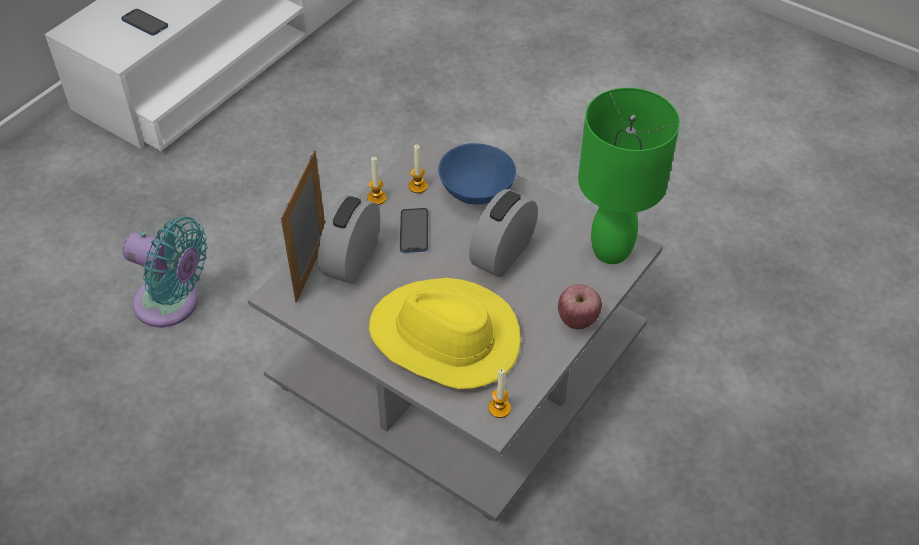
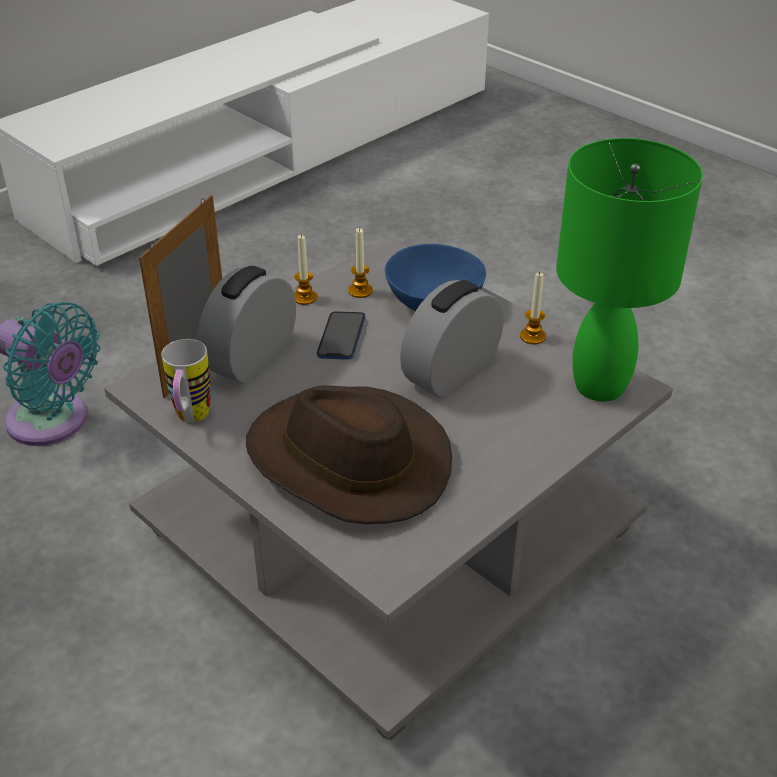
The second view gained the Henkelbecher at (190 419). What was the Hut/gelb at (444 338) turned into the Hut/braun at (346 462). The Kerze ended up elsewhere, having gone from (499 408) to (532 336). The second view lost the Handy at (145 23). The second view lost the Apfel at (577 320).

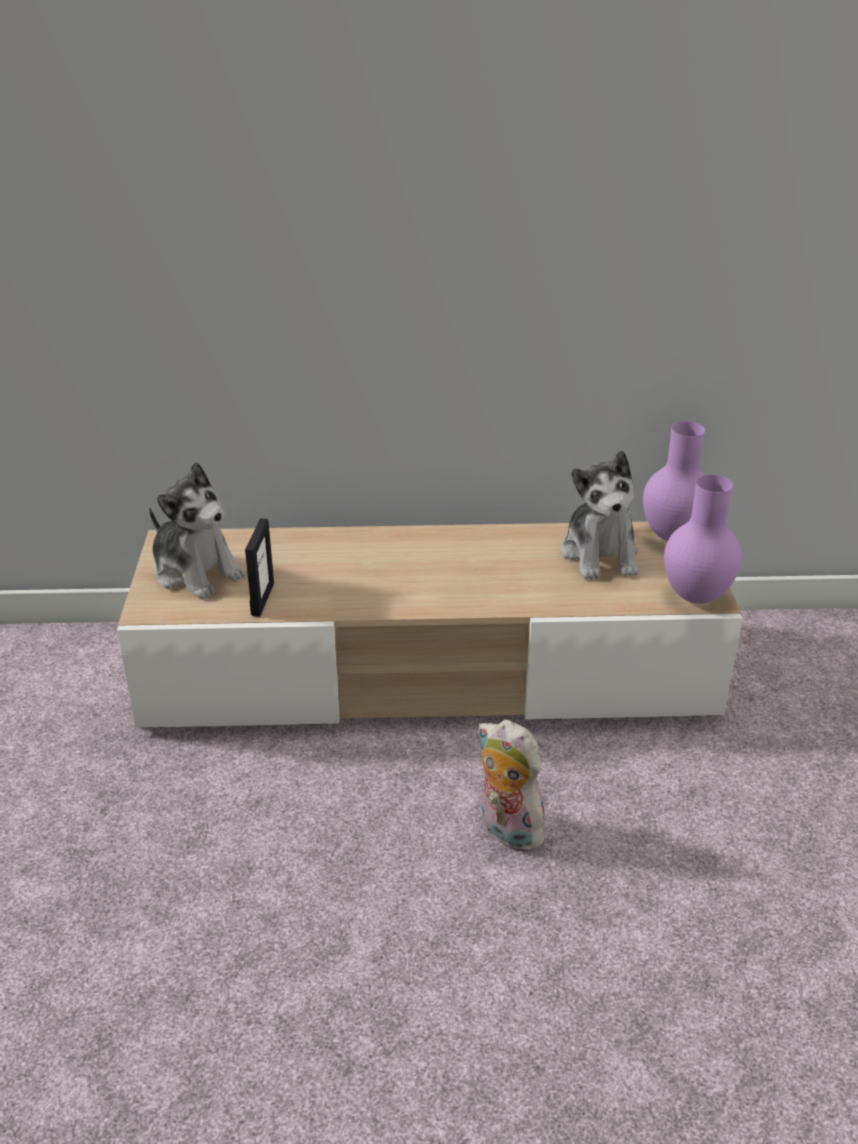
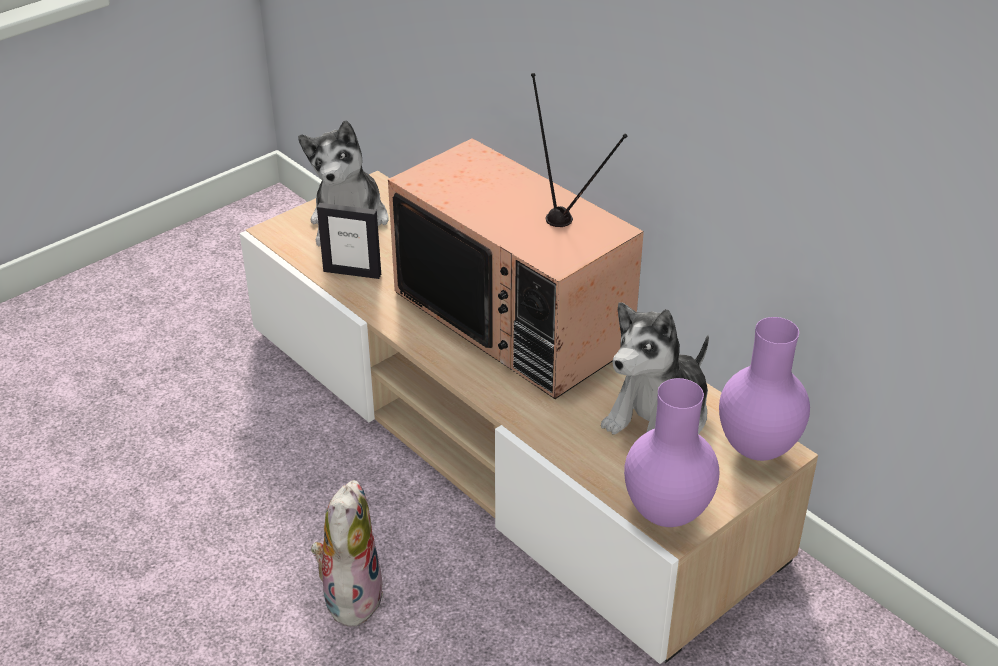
The Bilderrahmen at (262 599) ended up facing another way, 45 degrees clockwise from before. The second view gained the Fernseher at (517 318).

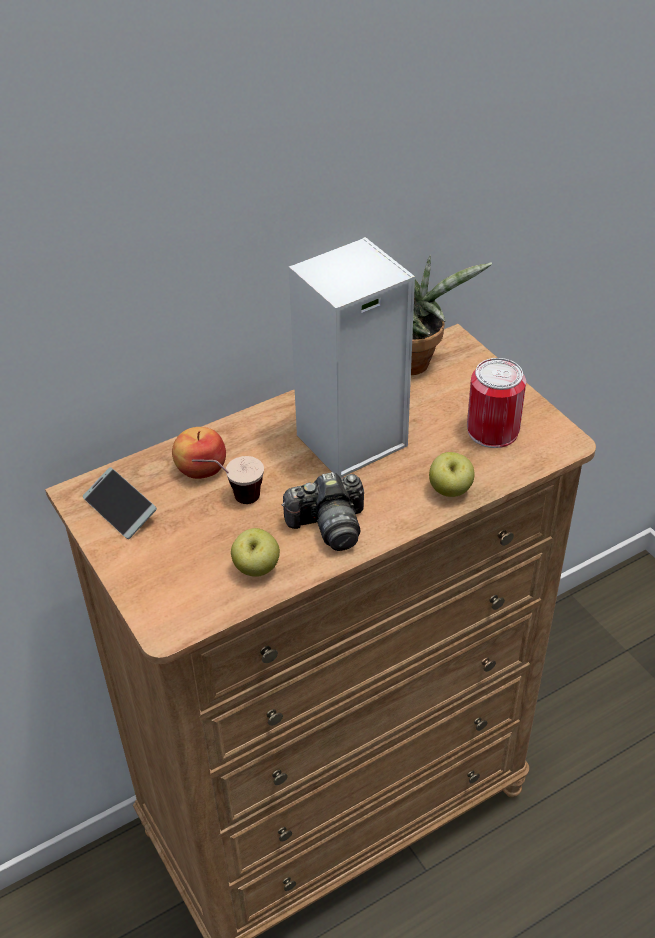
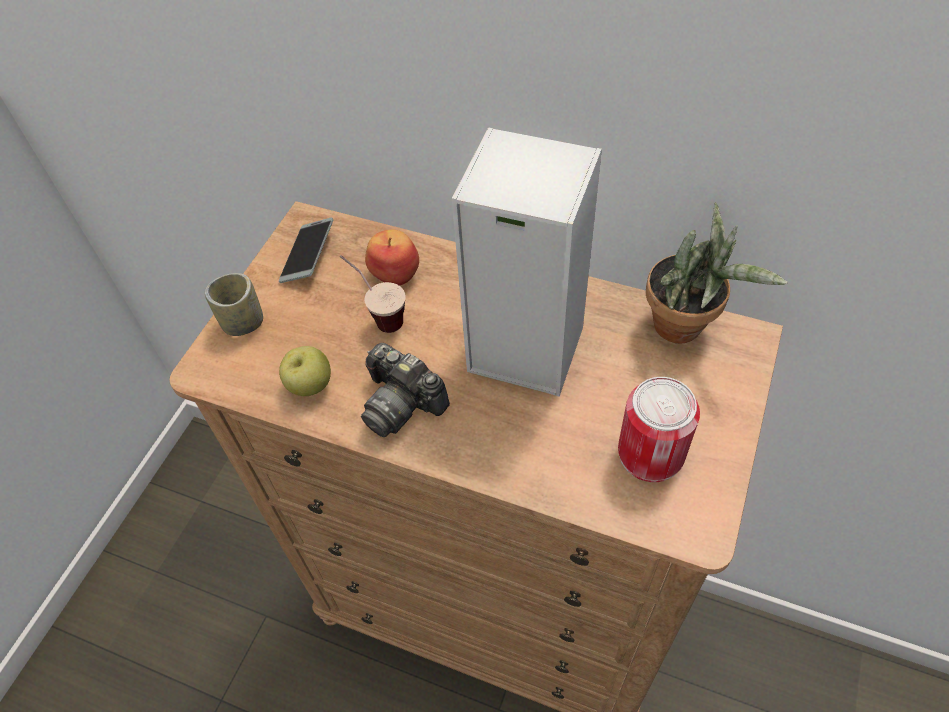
The second view gained the Tasse at (243 323). The second view lost the Apfel at (450 490).

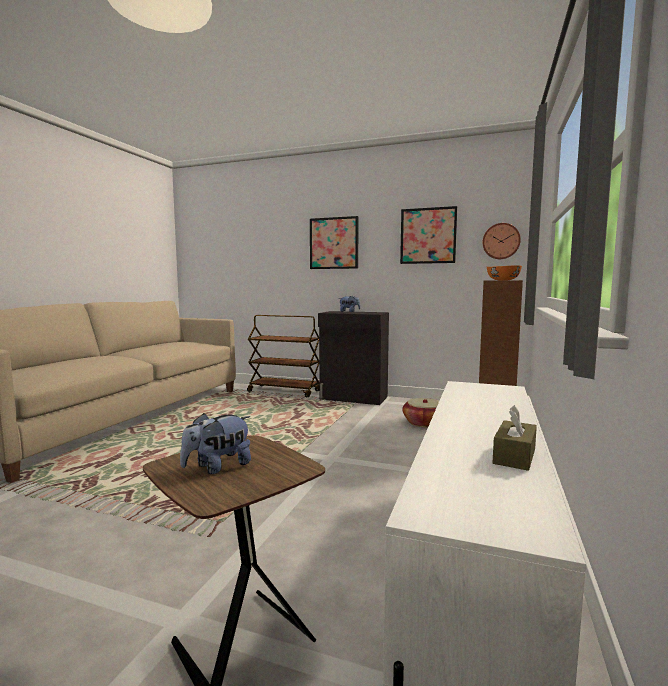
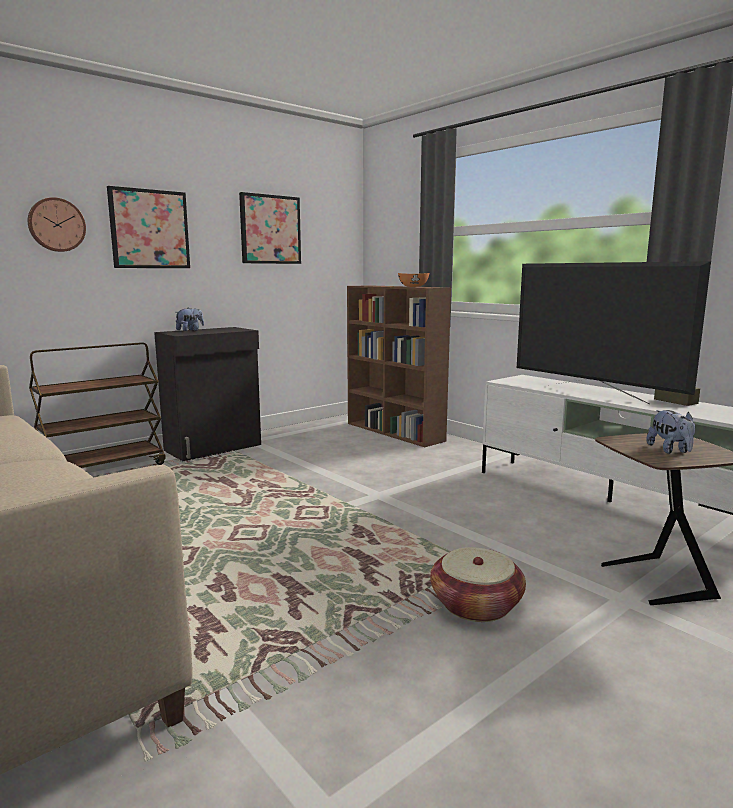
The Wanduhr ended up elsewhere, having gone from (501 241) to (56 225). The Korb ended up elsewhere, having gone from (424 423) to (476 605). The second view gained the Fernseher at (594 394).

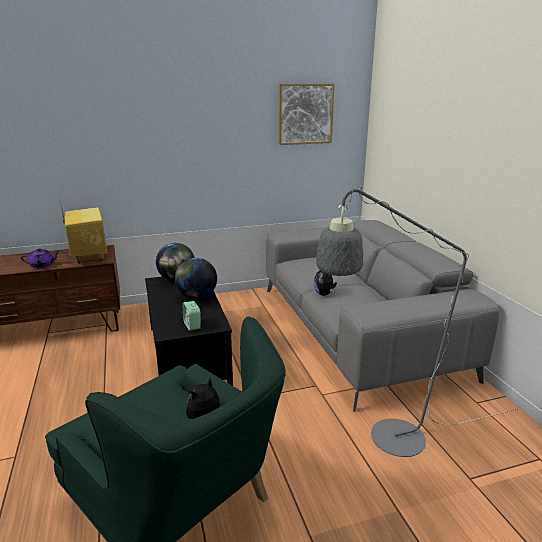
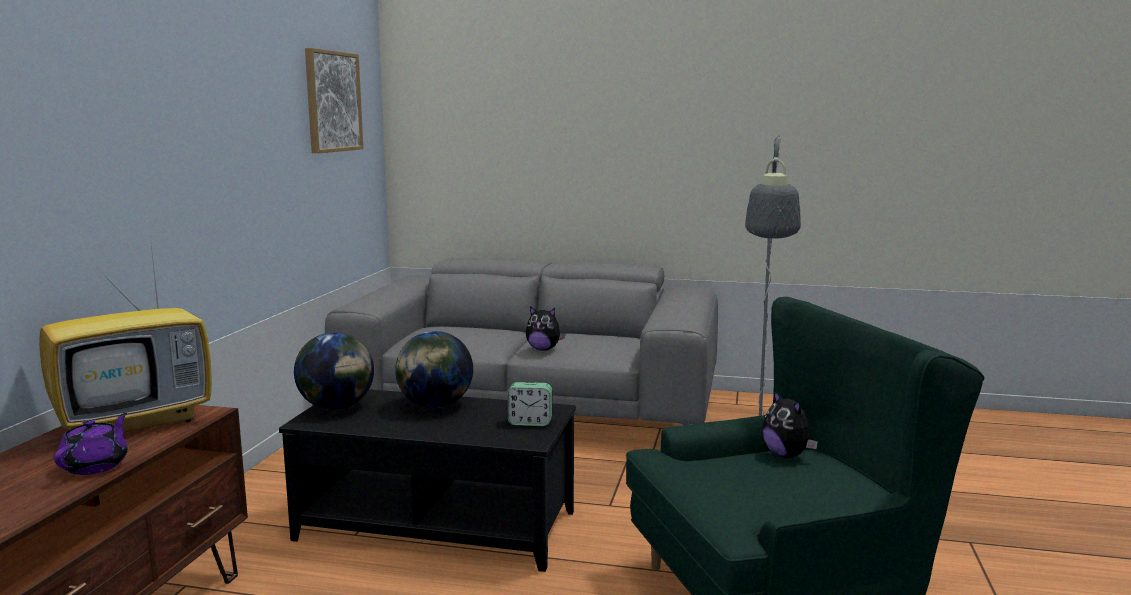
The Fernseher at (88 255) ended up facing another way, 135 degrees clockwise from before.

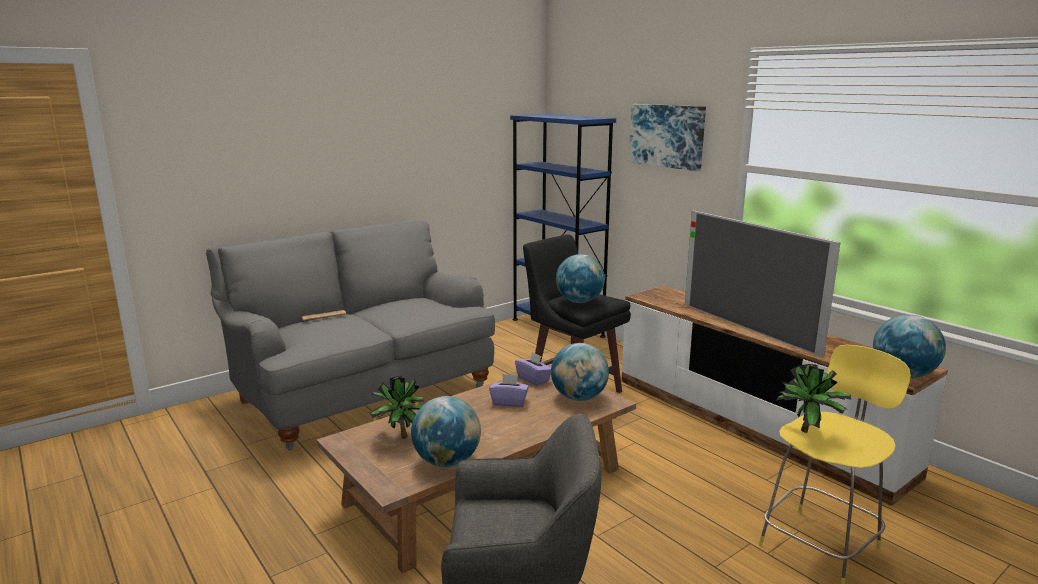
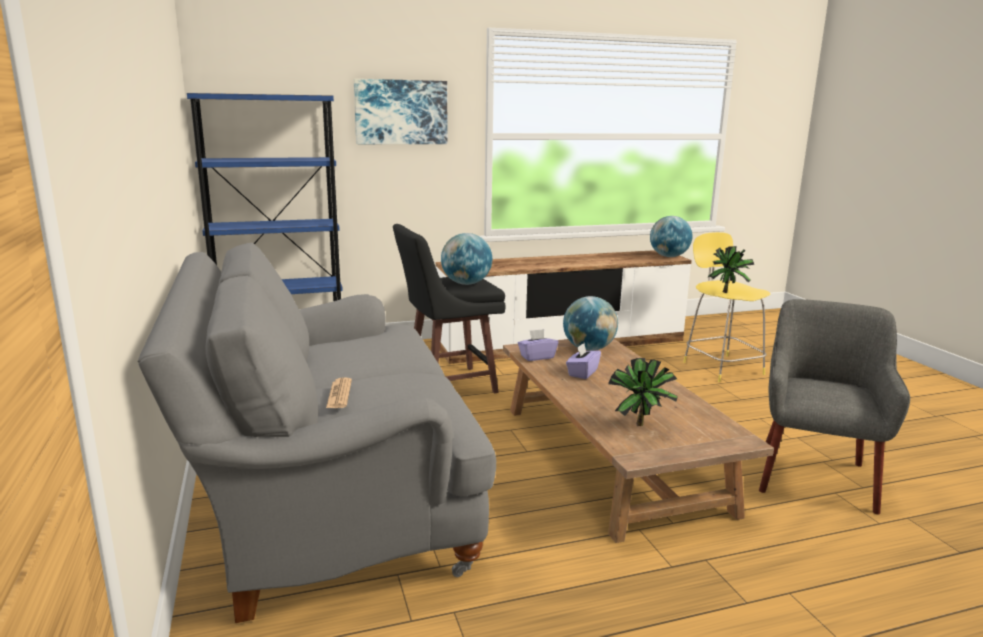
The second view lost the Globus at (447 461). The second view lost the Fernseher at (746 328).

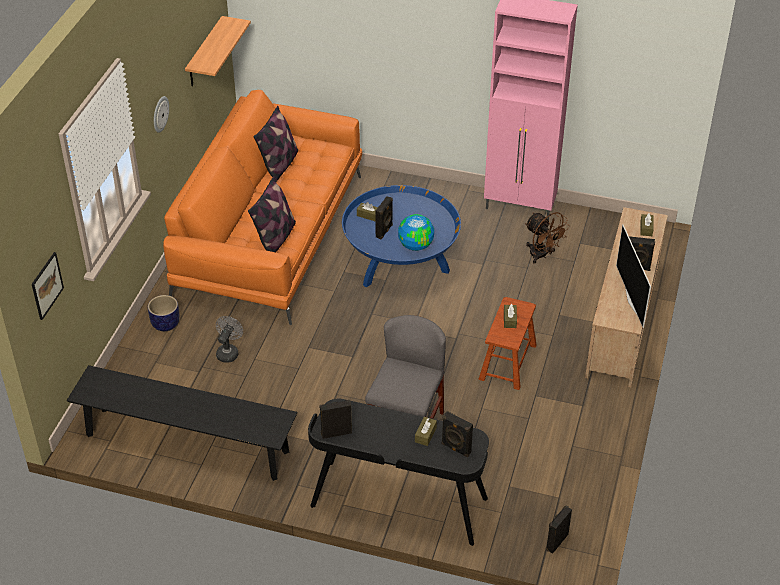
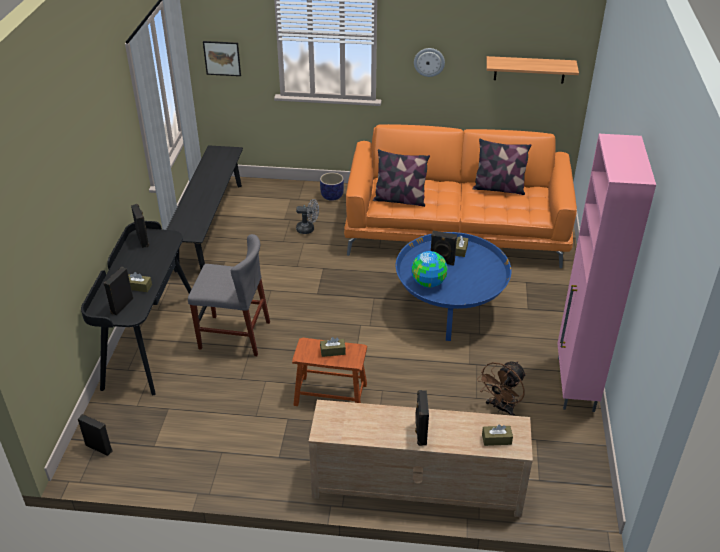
The second view lost the Fernseher at (632 301).

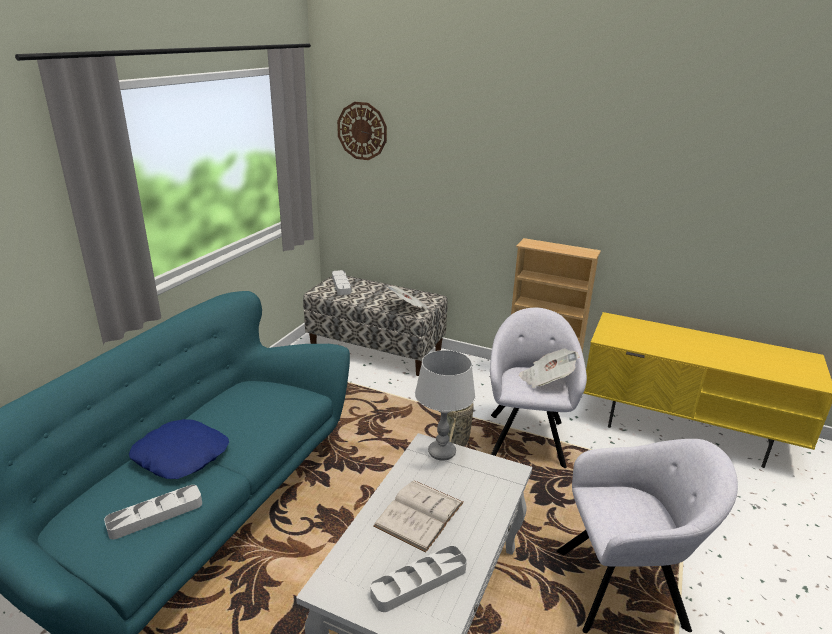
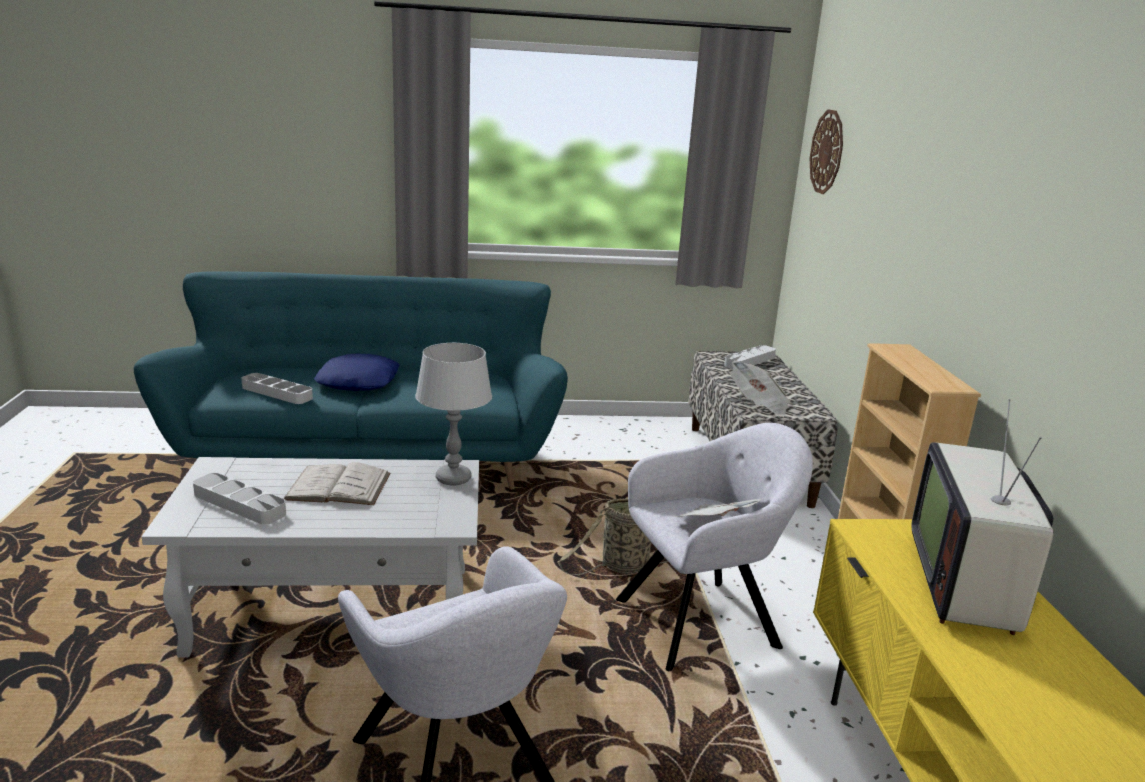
The second view gained the Fernseher at (969 584).

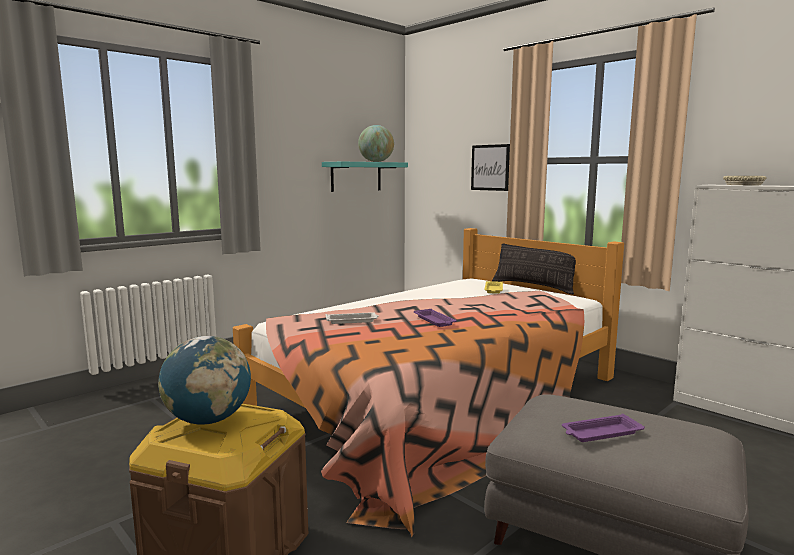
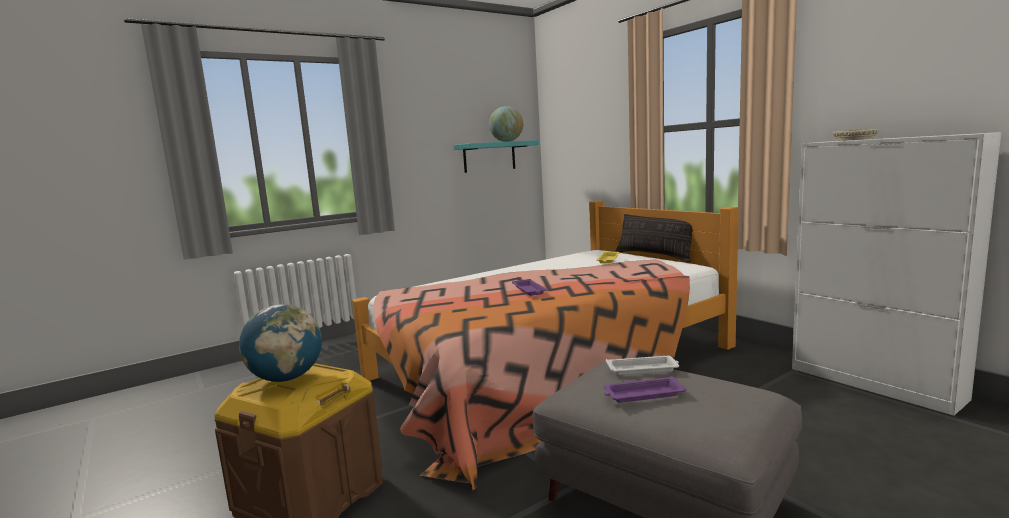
The Tablett/weiß ended up elsewhere, having gone from (352 321) to (643 369). The second view lost the Bild at (490 167).

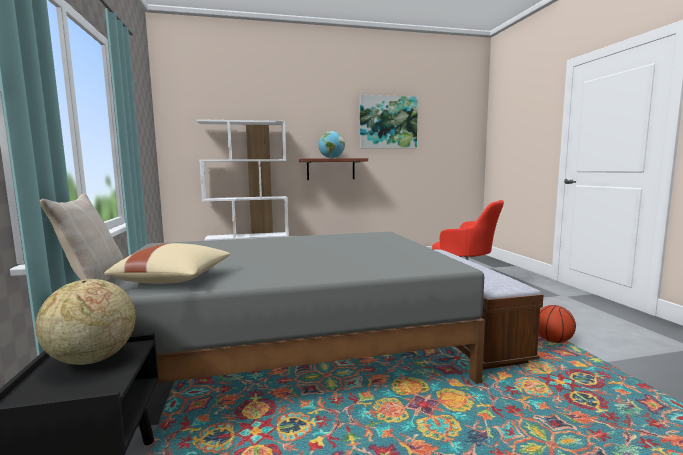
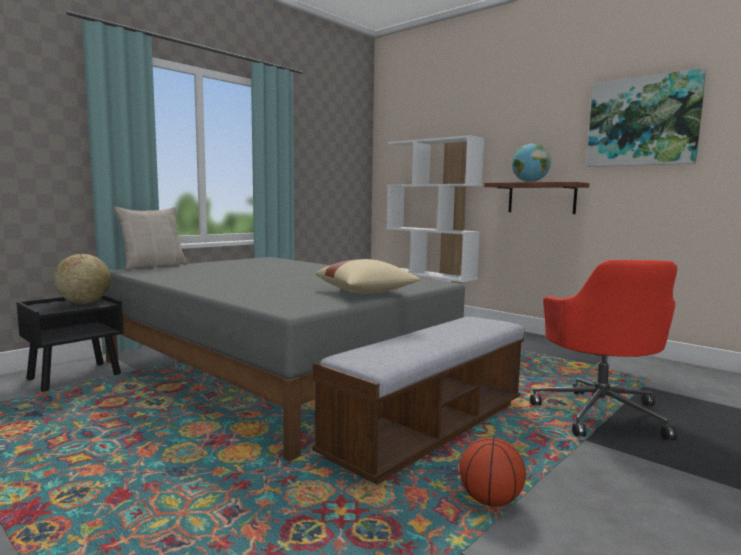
The Kissen/beige ended up elsewhere, having gone from (175 280) to (366 292).

